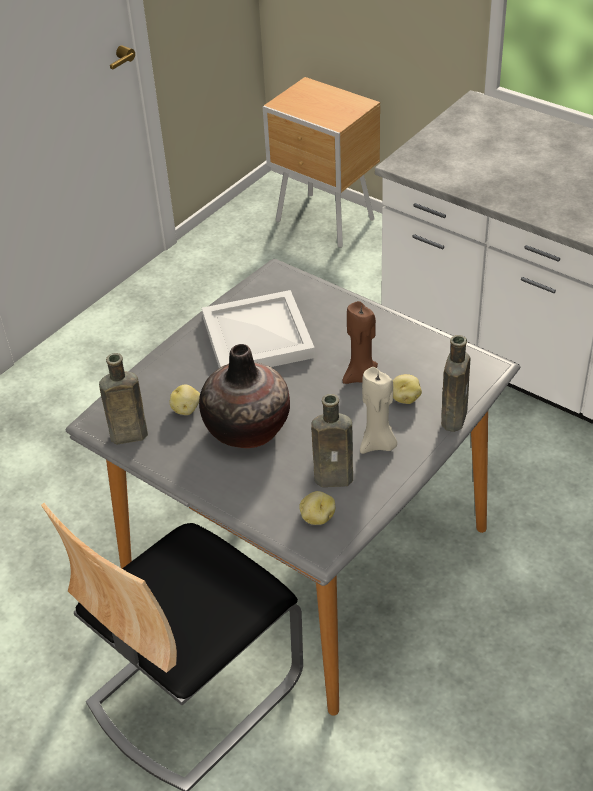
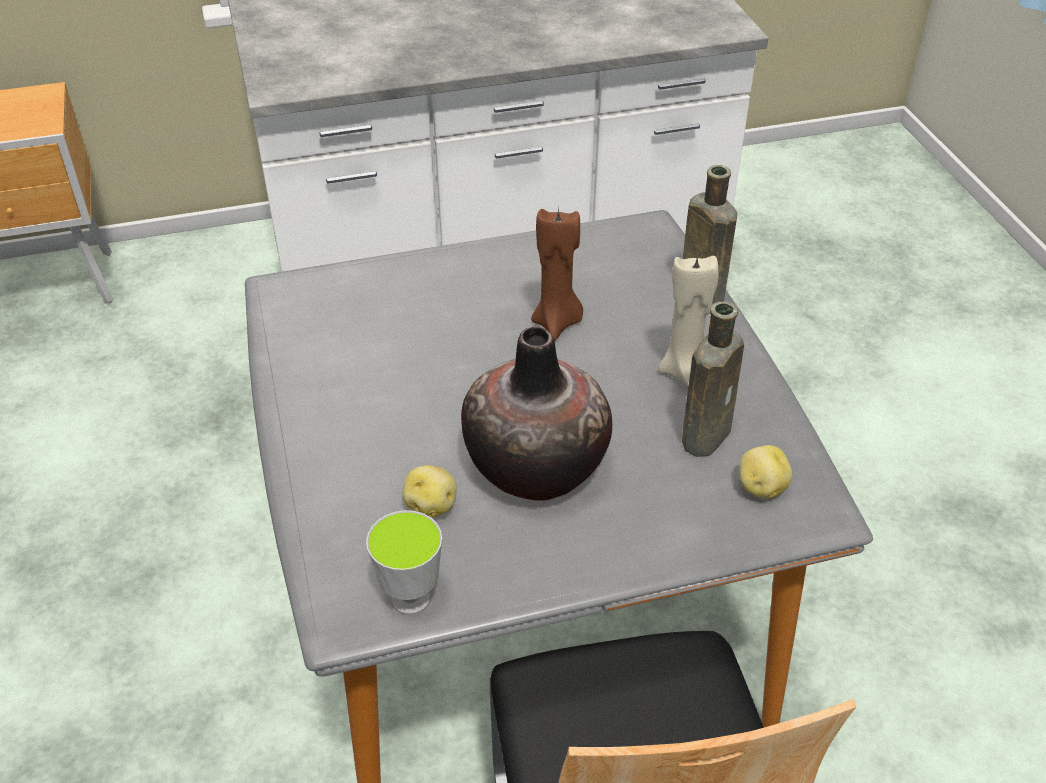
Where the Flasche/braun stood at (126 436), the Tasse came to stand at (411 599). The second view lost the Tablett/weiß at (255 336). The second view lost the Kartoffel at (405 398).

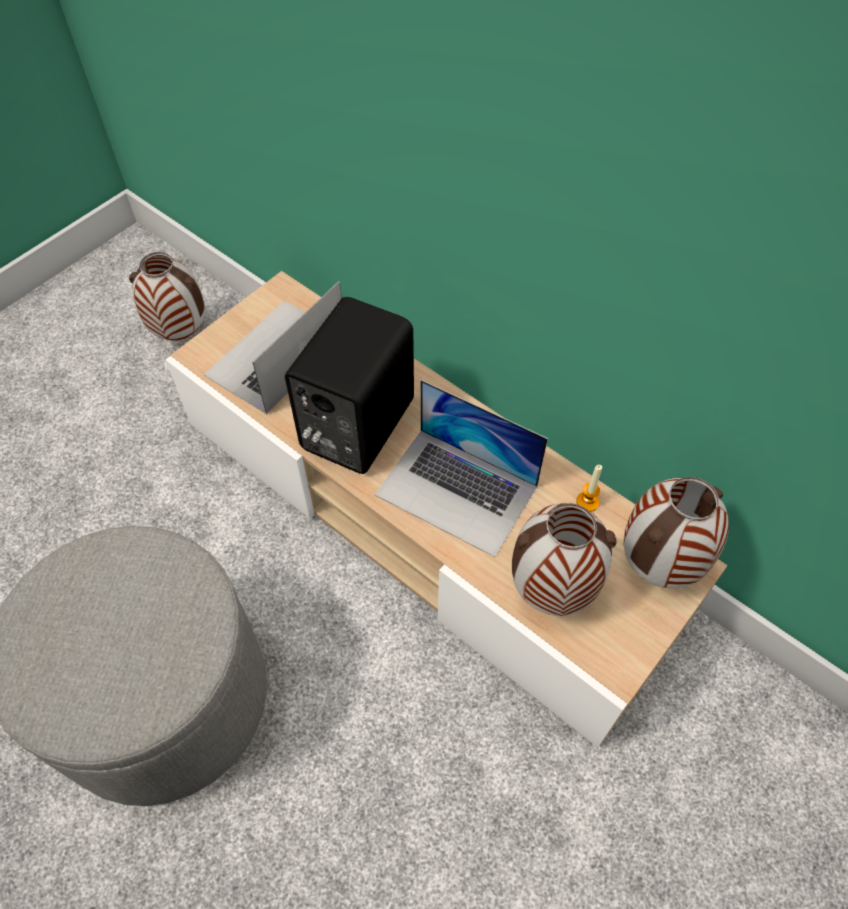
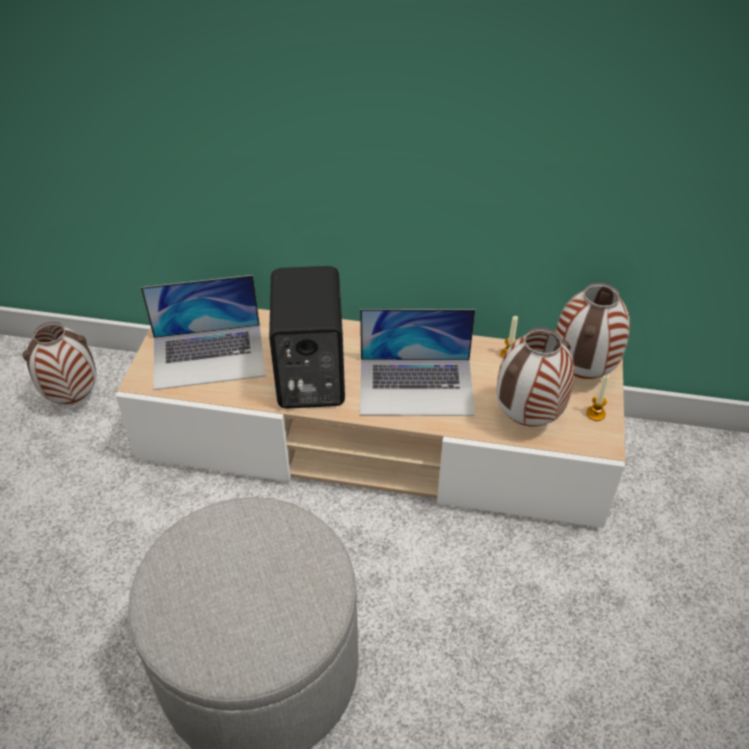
The Laptop at (276 356) ended up facing another way, 105 degrees counterclockwise from before. The second view gained the Kerze at (595 414).

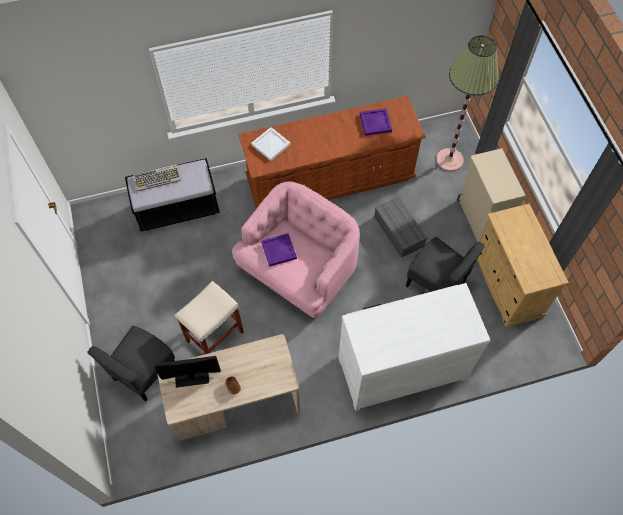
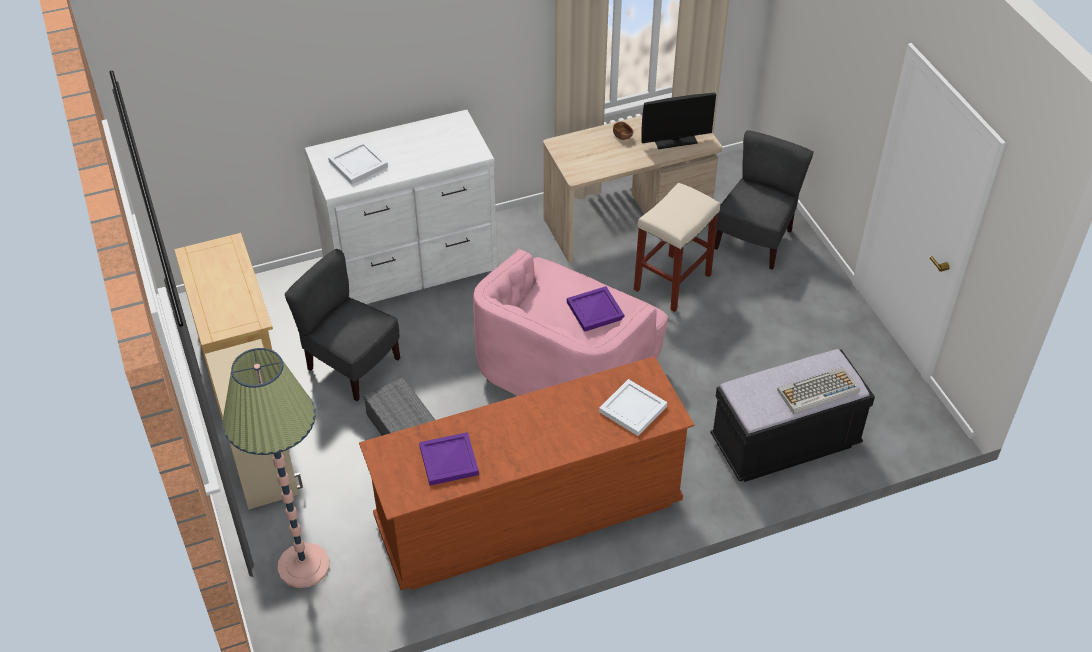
The second view gained the Tablett/weiß at (359 164).

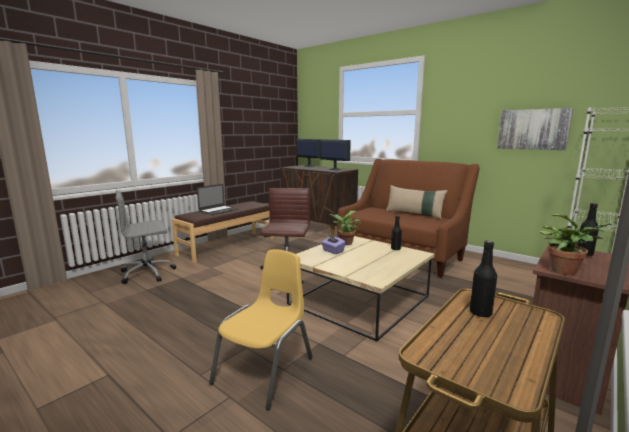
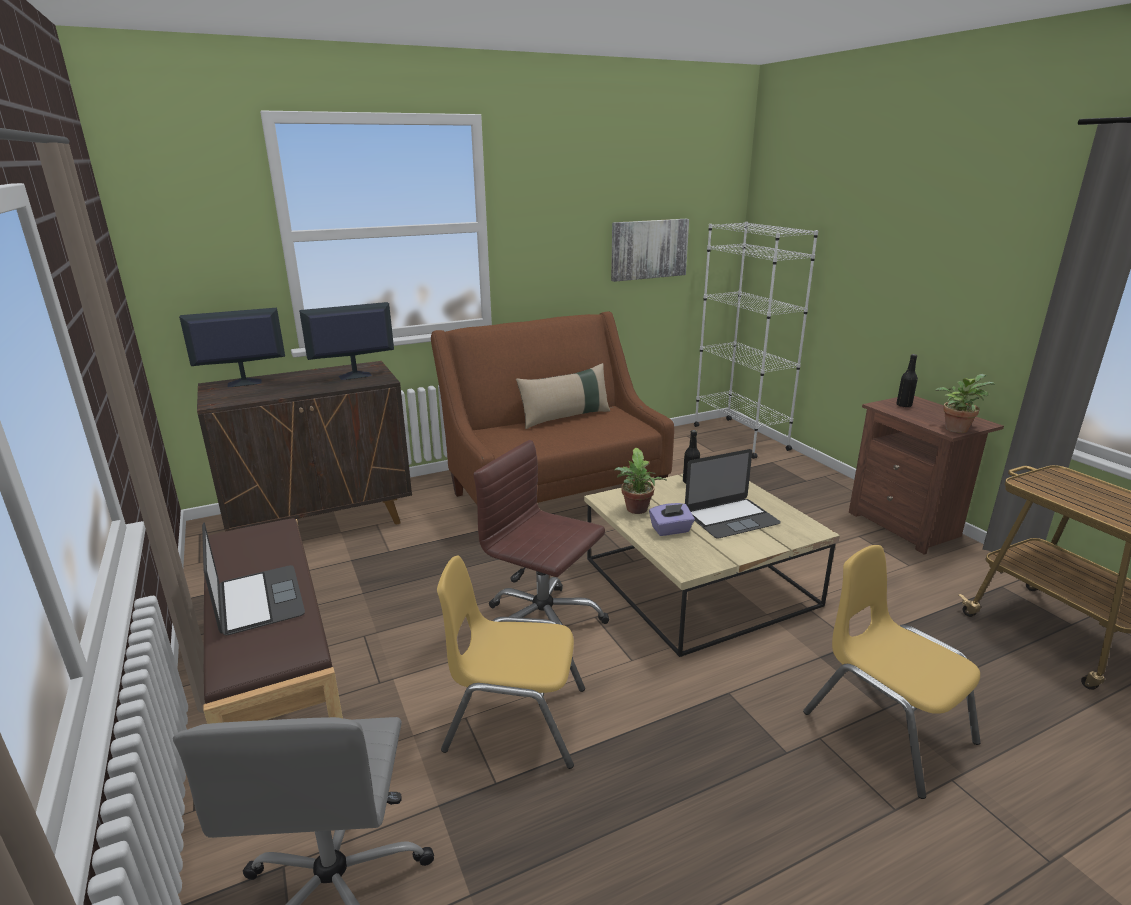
The second view gained the Stuhl/gelb at (515 719). The second view gained the Laptop at (731 518). The second view lost the Flasche/schwarz at (480 313).

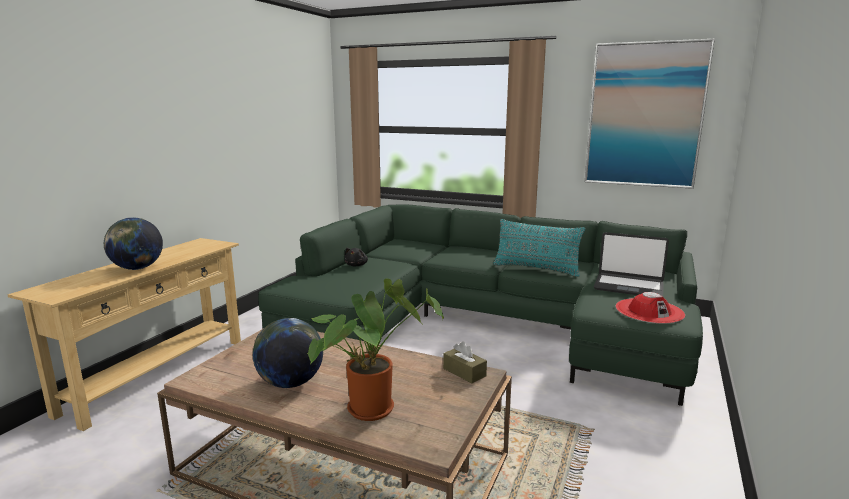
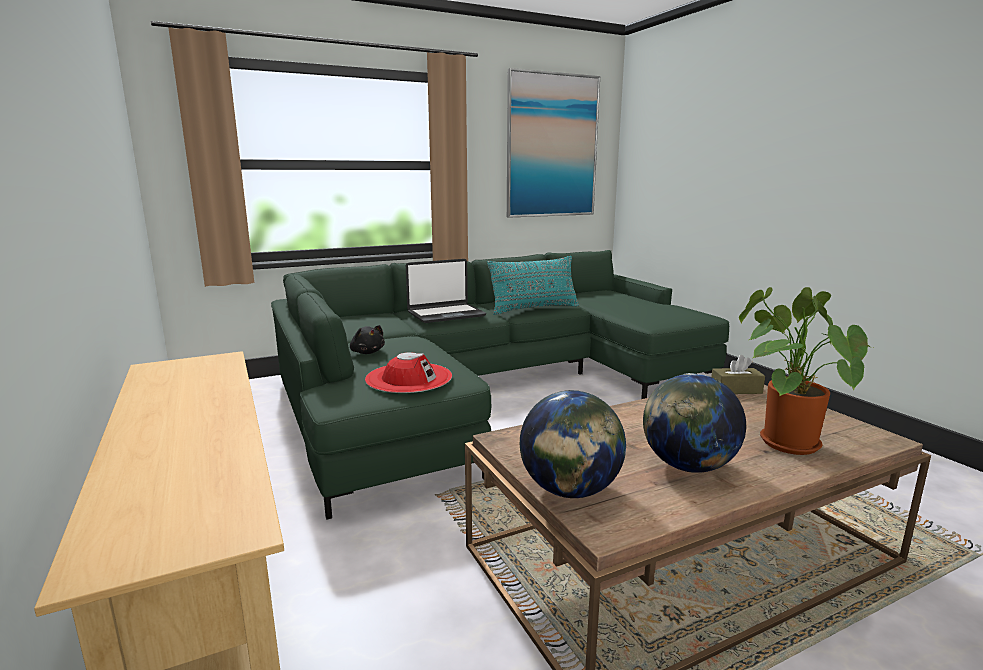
The Hut/rot ended up elsewhere, having gone from (649 311) to (409 378). The Laptop ended up elsewhere, having gone from (628 286) to (445 314). The Globus ended up elsewhere, having gone from (137 268) to (569 491).

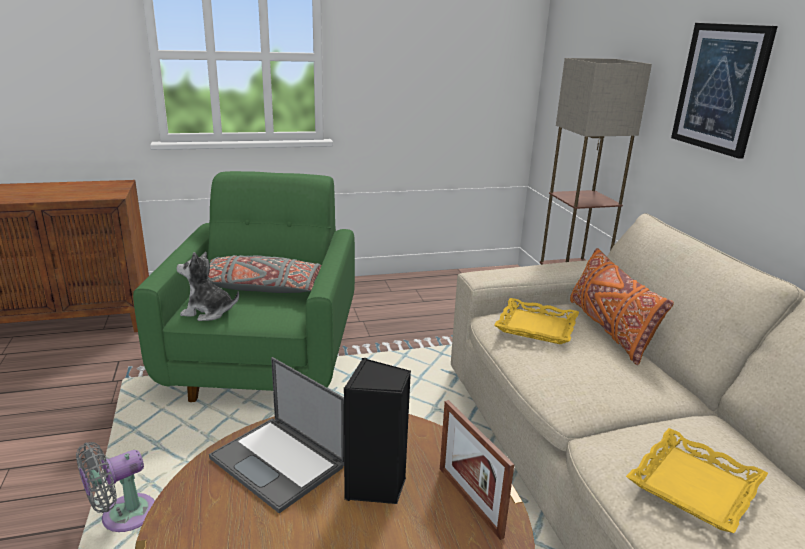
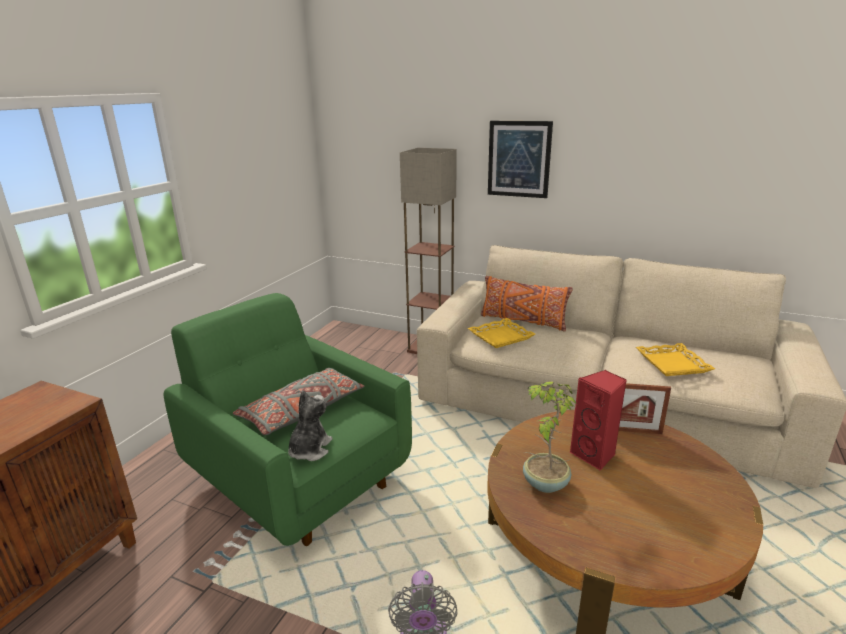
The Plüschtier at (208 312) ended up facing another way, 150 degrees clockwise from before. Where the Laptop stood at (279 462), the Topfpflanze came to stand at (544 483). What was the Lautsprecher/schwarz at (376 486) turned into the Lautsprecher/rot at (595 455).

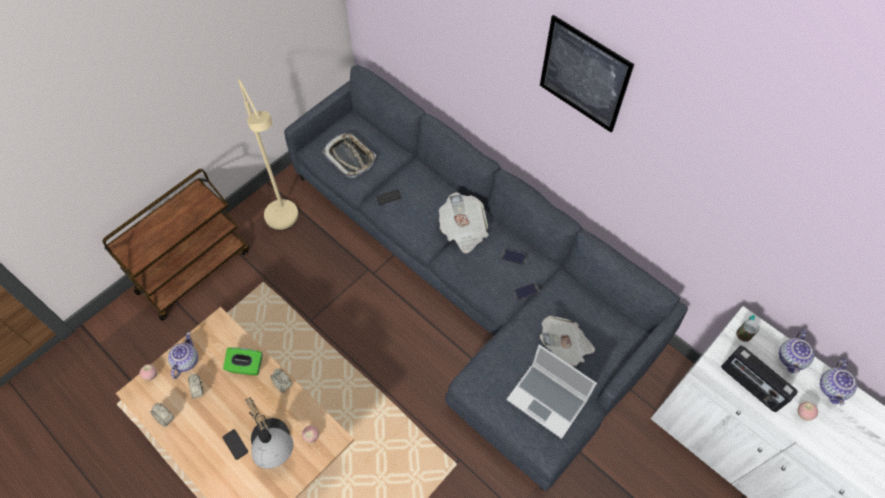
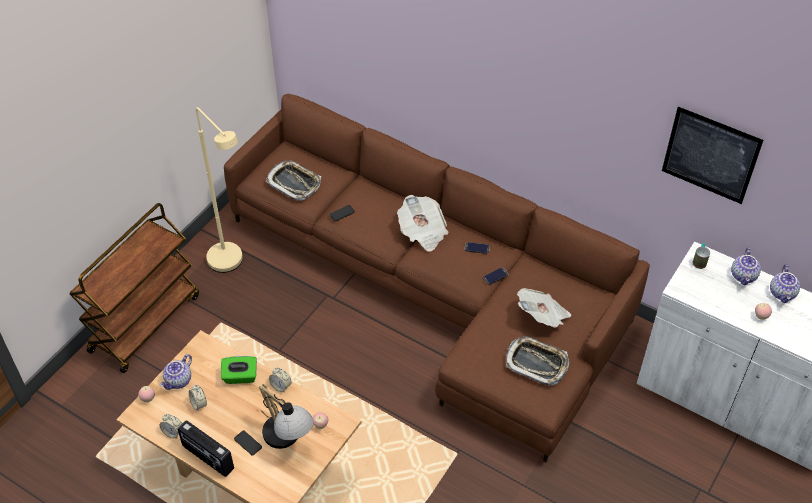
The Teekanne at (185 360) ended up facing another way, 150 degrees counterclockwise from before. The Radio ended up elsewhere, having gone from (750 386) to (207 458). What was the Sofa/grau at (474 282) turned into the Sofa/braun at (438 291). Where the Laptop stood at (548 400), the Tablett came to stand at (536 363). The Bild ended up elsewhere, having gone from (584 75) to (710 155).

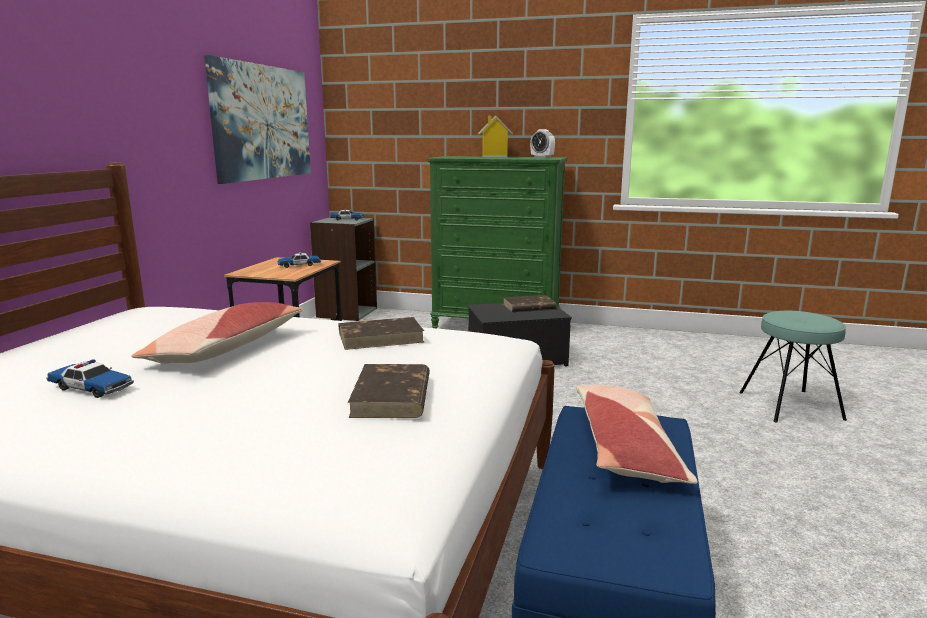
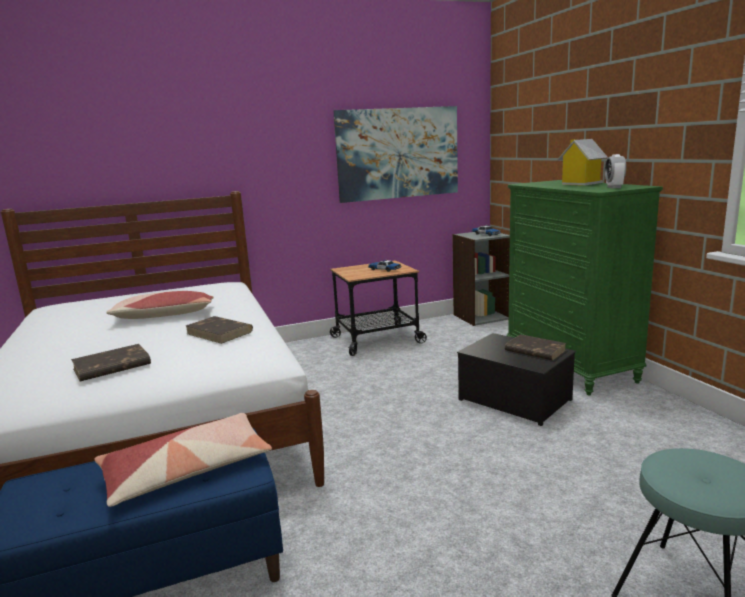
The second view lost the Spielzeugauto at (91 388).

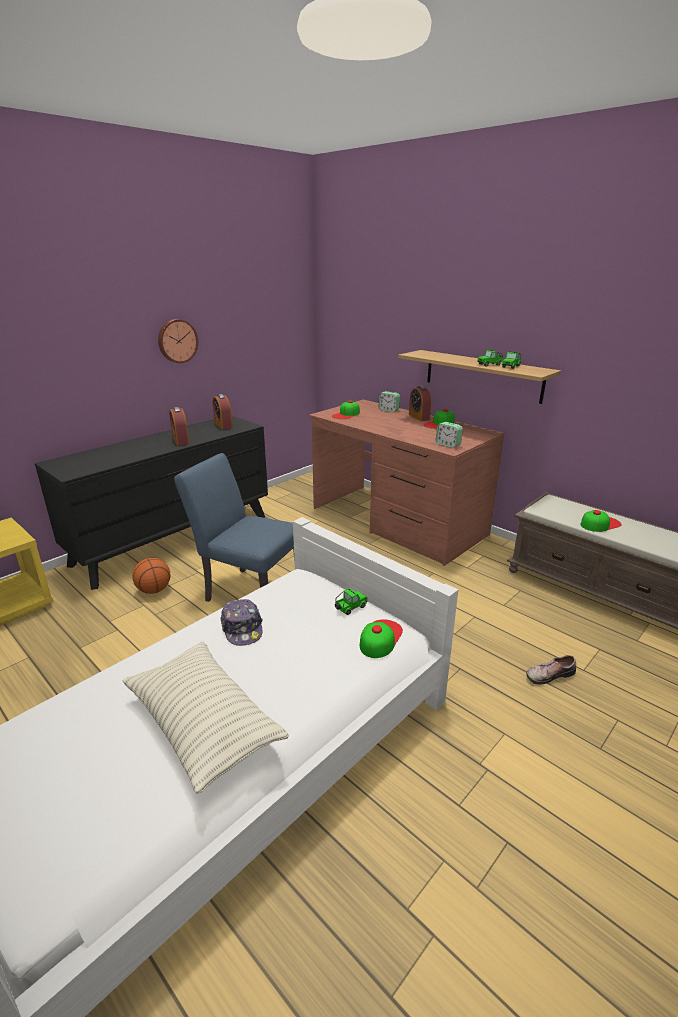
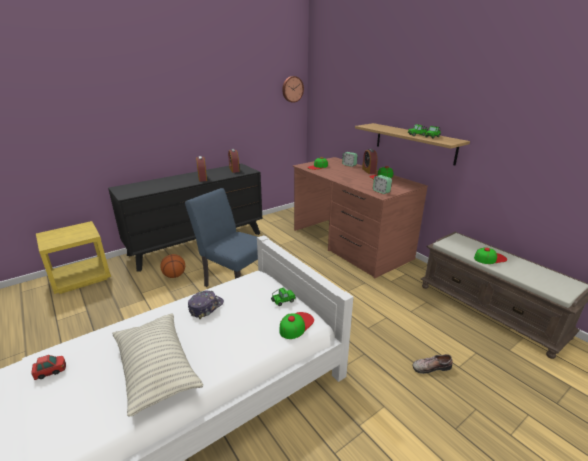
The second view gained the Spielzeugauto at (51 371). The Kappe at (242 628) ended up facing another way, 135 degrees counterclockwise from before. The Wanduhr ended up elsewhere, having gone from (177 341) to (292 89).

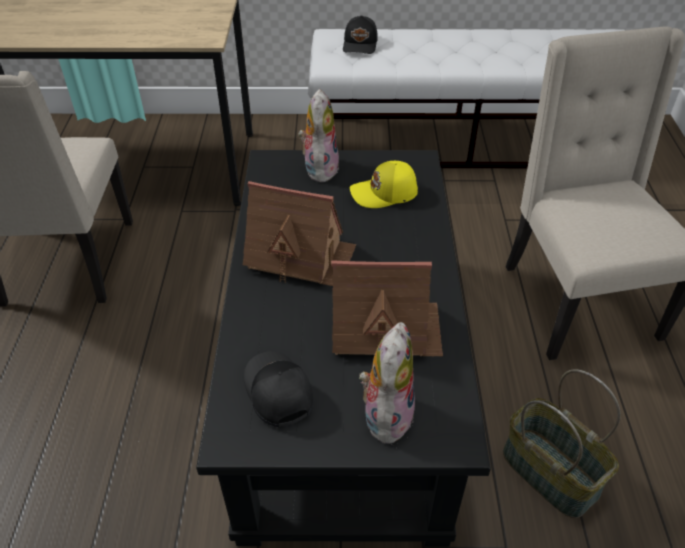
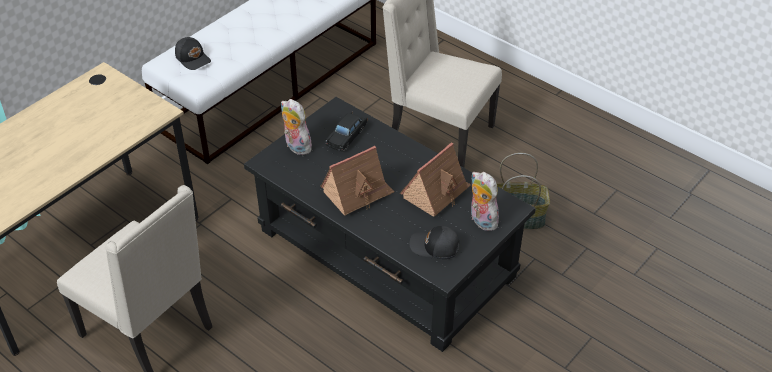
Where the Kappe/gelb stood at (384 194), the Spielzeugauto/schwarz came to stand at (347 136).

